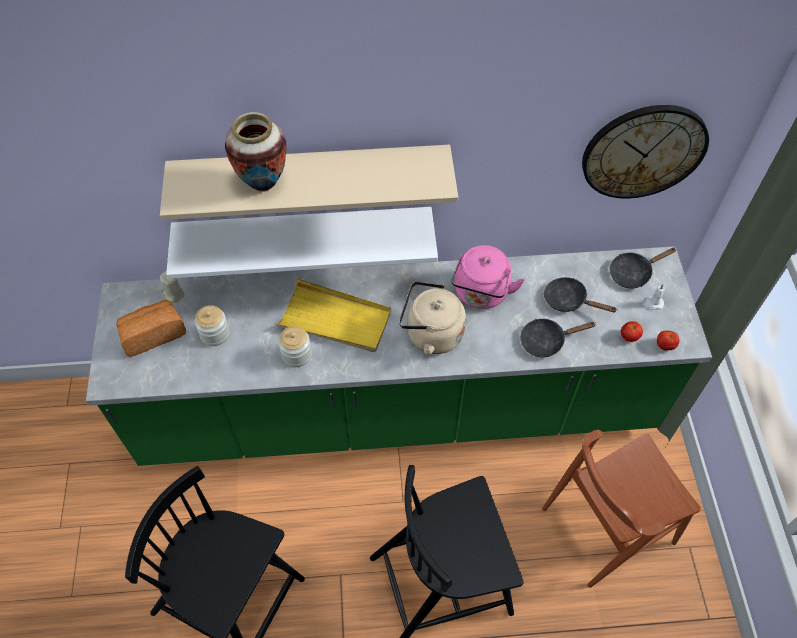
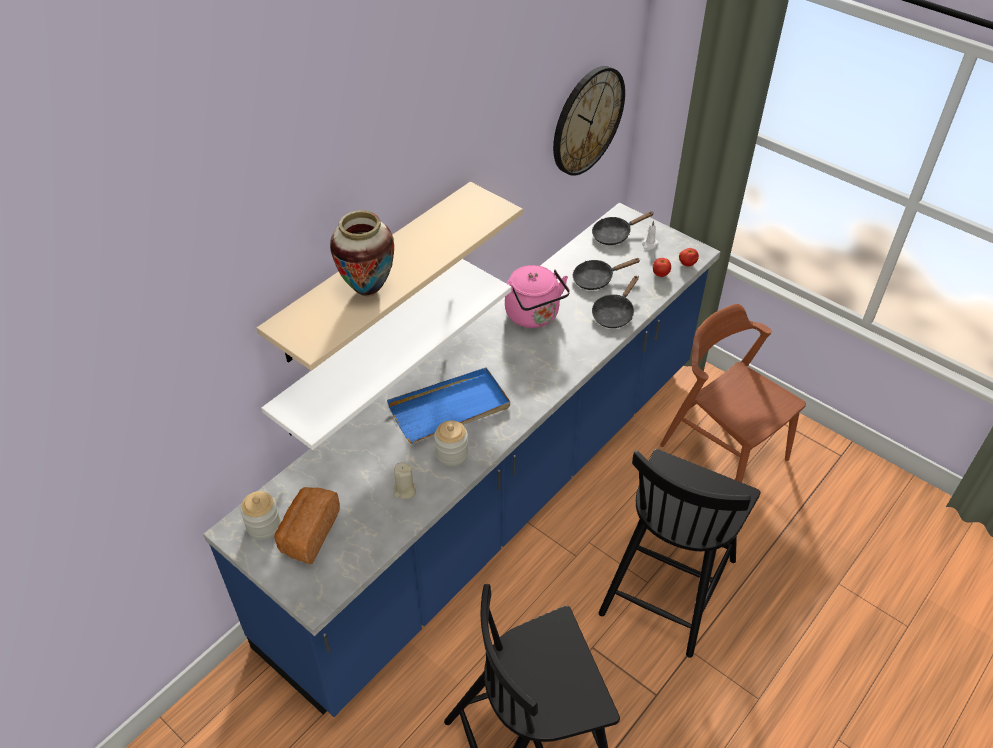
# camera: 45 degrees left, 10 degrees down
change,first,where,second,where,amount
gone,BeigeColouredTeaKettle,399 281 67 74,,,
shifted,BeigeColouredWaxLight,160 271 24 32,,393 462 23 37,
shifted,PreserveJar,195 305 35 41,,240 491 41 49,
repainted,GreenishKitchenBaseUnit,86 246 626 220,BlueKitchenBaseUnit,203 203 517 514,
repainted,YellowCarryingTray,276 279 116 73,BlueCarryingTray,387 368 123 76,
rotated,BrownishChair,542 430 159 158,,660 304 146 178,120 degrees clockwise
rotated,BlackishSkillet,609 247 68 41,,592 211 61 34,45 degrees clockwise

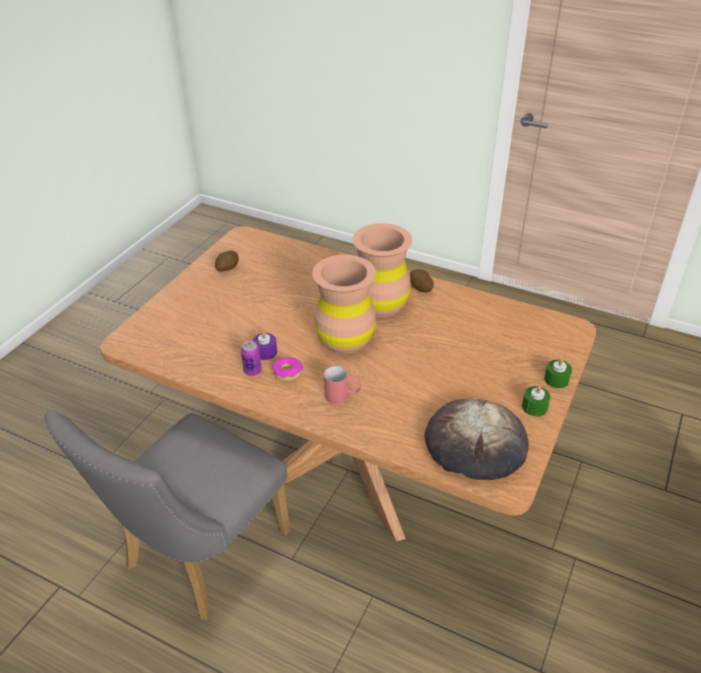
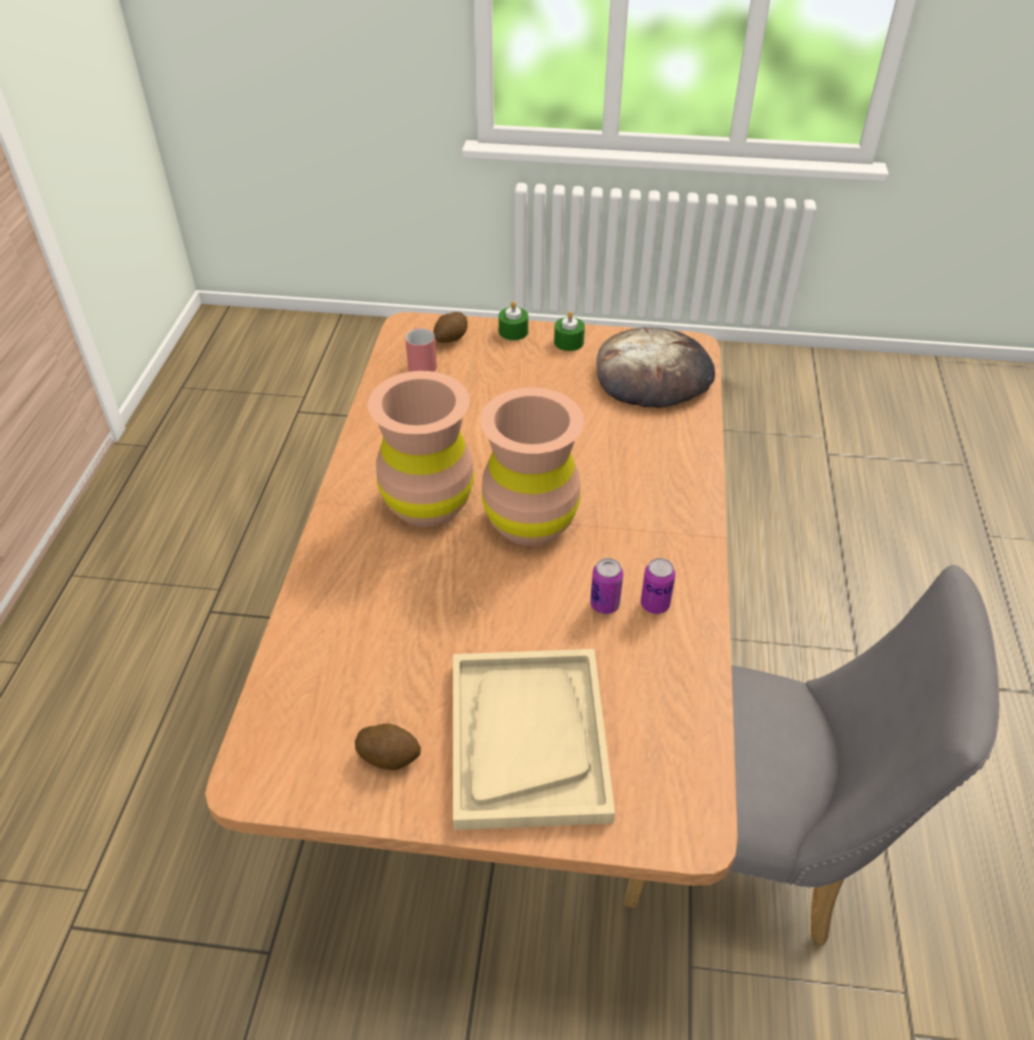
# camera: 110 degrees left, 5 degrees up
change,first,where,second,where,amount
gone,Doughnut,272 357 31 24,,,
new,,,BeigeColouredCarryingTray,453 649 162 181,
shifted,ReddishMug,324 366 37 38,,405 327 32 45,
shifted,WholePotato,410 269 24 24,,433 312 35 31,
swapped,PurpleColouredWaxLight,253 330 24 30,MetalCan,590 558 33 56,

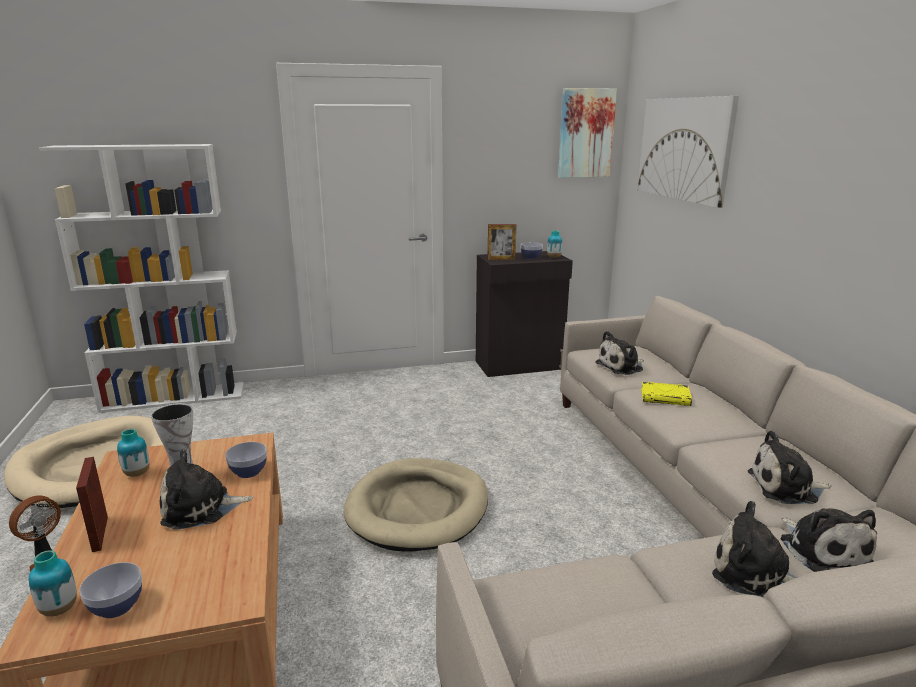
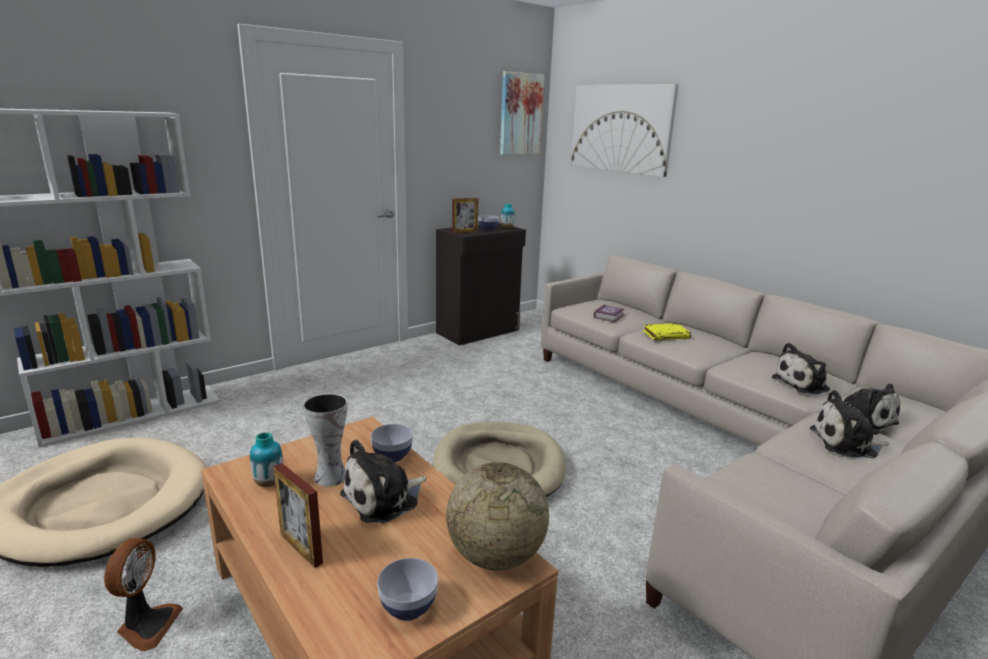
# camera: 25 degrees left, 0 degrees up
change,first,where,second,where,amount
gone,Vase,29 550 48 67,,,
new,,,DeskGlobe,446 462 103 108,
swapped,SoftToy,595 331 48 44,Volume,594 304 30 18,

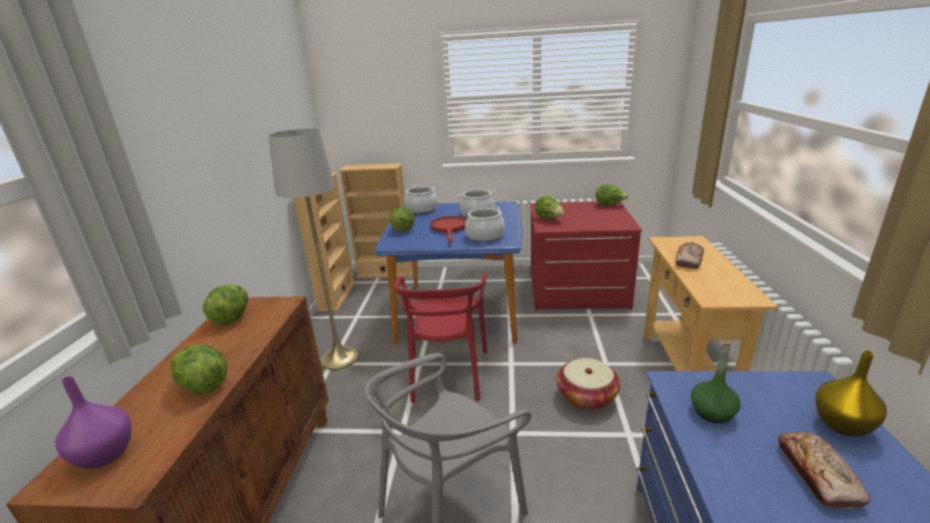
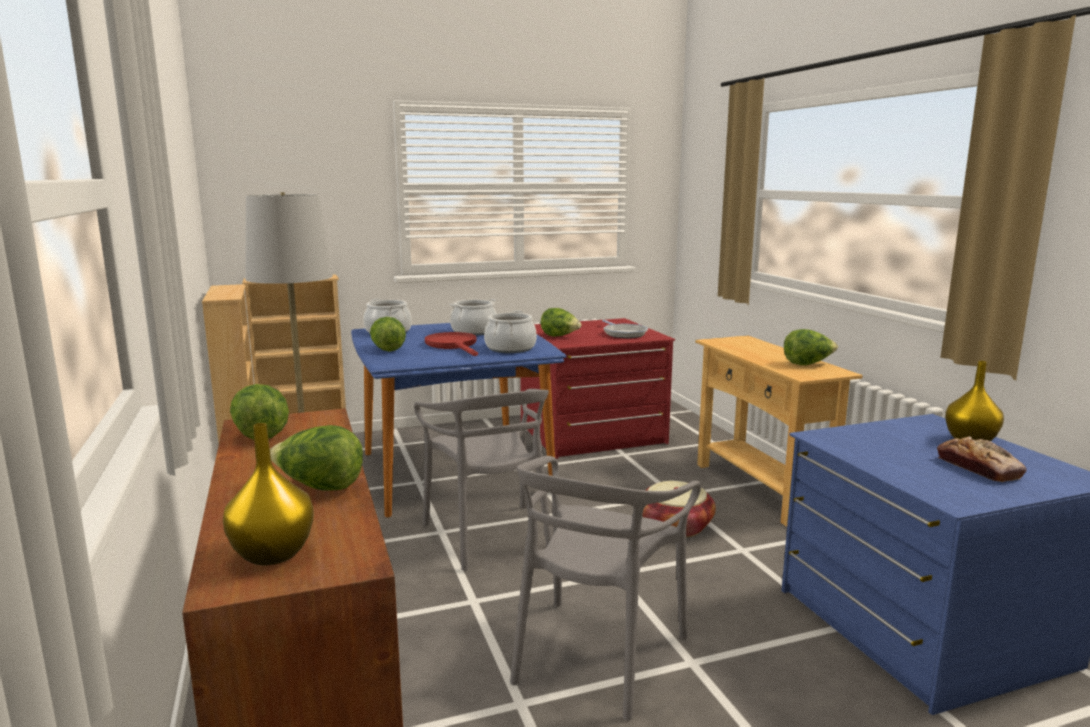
# camera: 25 degrees left, 10 degrees down
change,first,where,second,where,amount
gone,Bread,675 242 29 27,,,
gone,GreenishBeverageBottle,691 340 50 83,,,
new,,,Skillet,602 320 46 18,
shifted,HeadOfLettuce,596 184 33 22,,784 329 54 36,
repainted,PurpleColouredVase,55 376 77 93,YellowVase,223 423 91 142,
repainted,ReddishChair,394 273 93 130,GreyChair,414 389 138 182,

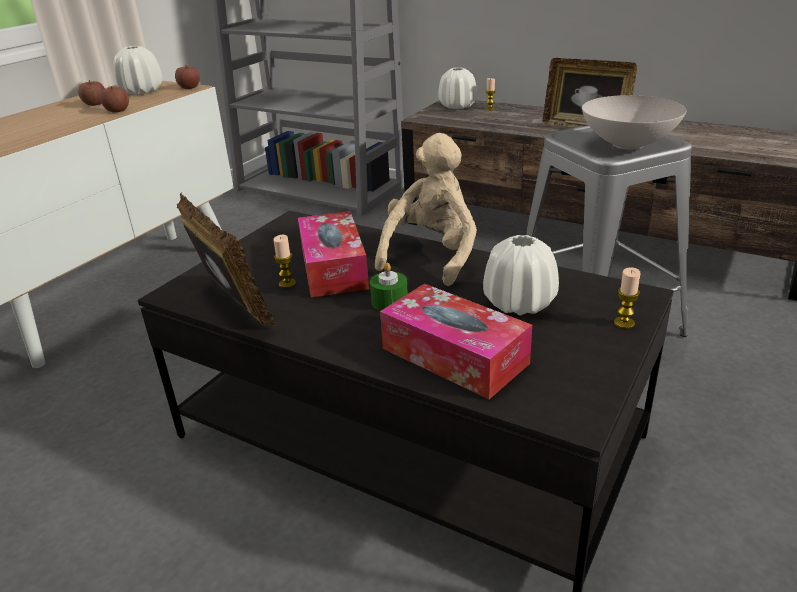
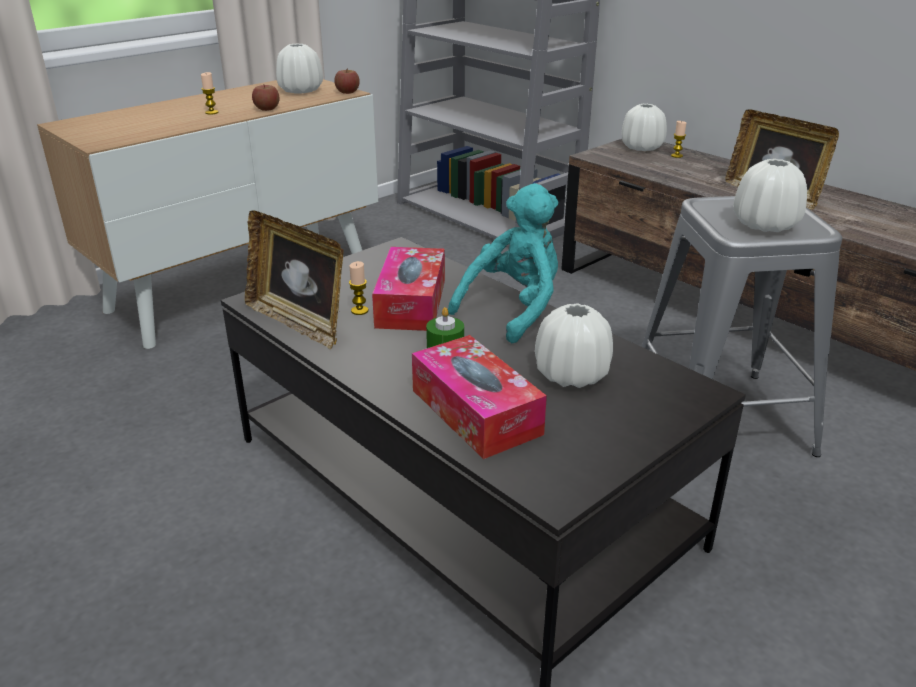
# camera: 15 degrees right, 0 degrees up
change,first,where,second,where,amount
gone,AppleFruit,78 80 27 26,,,
shifted,WaxLight,614 267 27 62,,201 72 18 43,
swapped,WhiteServingBowl,582 95 105 54,WhiteVase,733 159 74 73,
repainted,BeigeColouredSoftToy,375 133 102 153,BlueGreenSoftToy,448 183 110 160,
rotated,PhotoFrame,177 192 99 134,,245 211 99 138,150 degrees clockwise

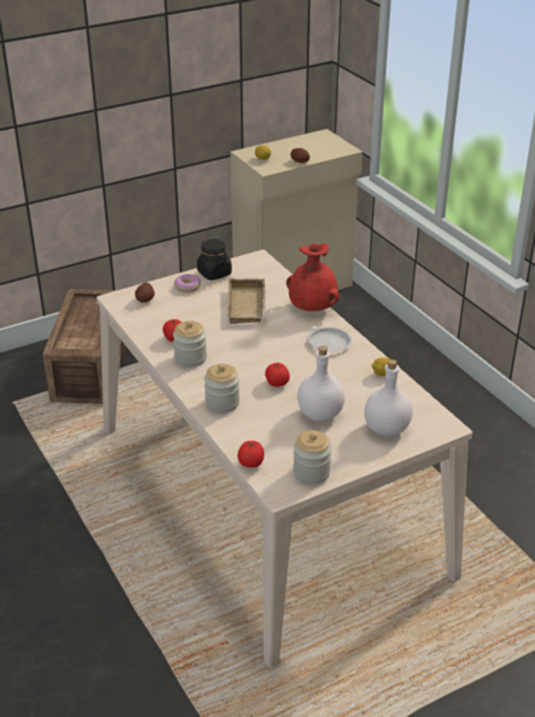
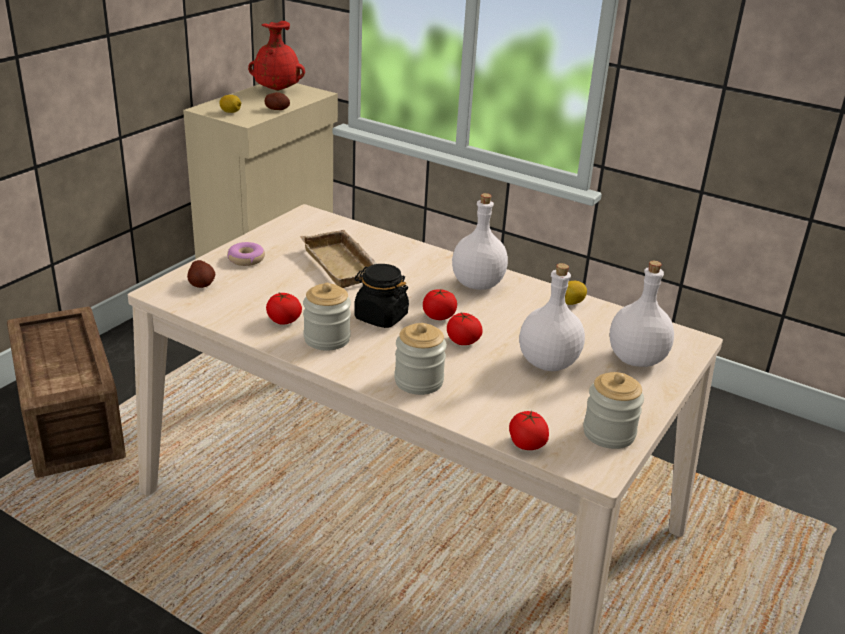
# camera: 30 degrees left, 5 degrees down
change,first,where,second,where,amount
new,,,FreshTomato,423 289 34 31,
shifted,BlackishPreserveJar,197 239 35 41,,354 264 55 64,
shifted,ReddishVase,286 243 54 68,,248 21 57 70,
swapped,WhitePlate,307 327 45 25,WhiteBeverageBottle,452 193 56 97,

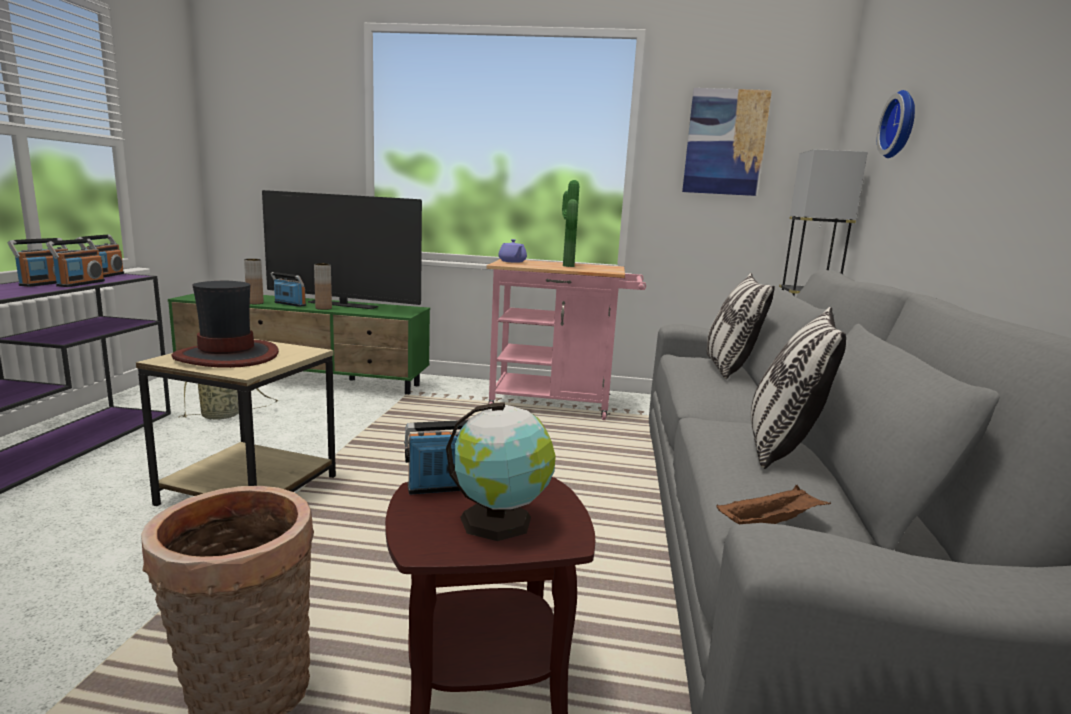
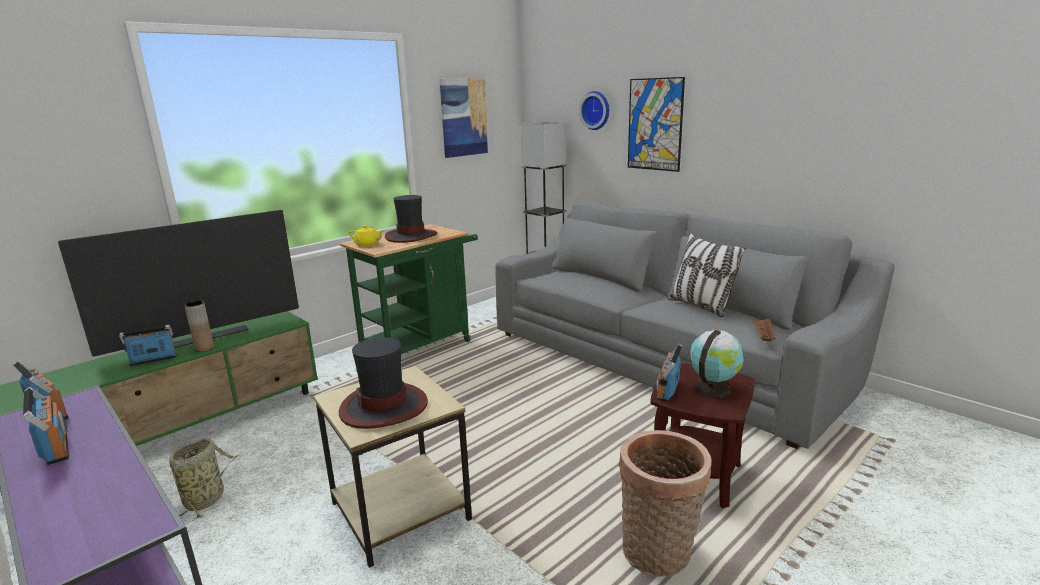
# camera: 50 degrees left, 5 degrees up
change,first,where,second,where,amount
gone,RadioReceiver,46 239 59 48,,,
gone,BrownishVase,244 259 20 45,,,
gone,ThrowPillow,707 273 68 106,,,
new,,,Picture,628 77 57 95,
swapped,Houseplant,562 180 17 87,ClothingHat,385 195 52 48,
repainted,PinkColouredTrolley,486 259 160 161,GreenishTrolley,340 224 138 130,
repainted,PurpleColouredPotForTea,498 239 29 24,YellowPotForTea,349 225 35 21,

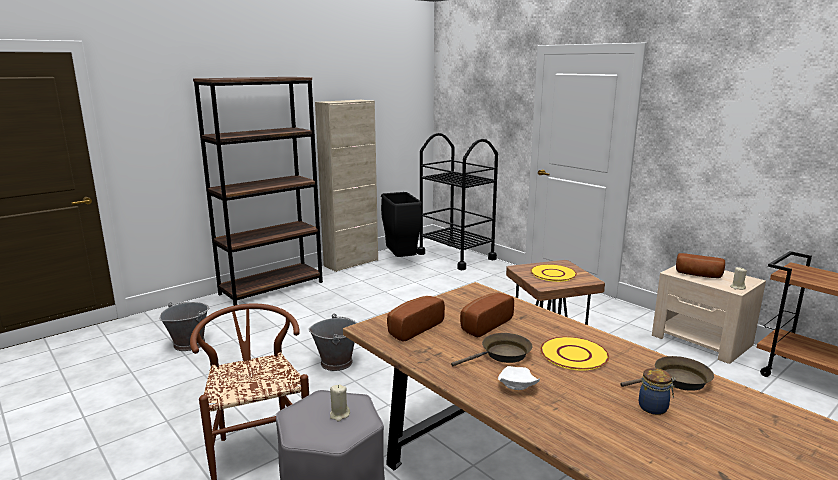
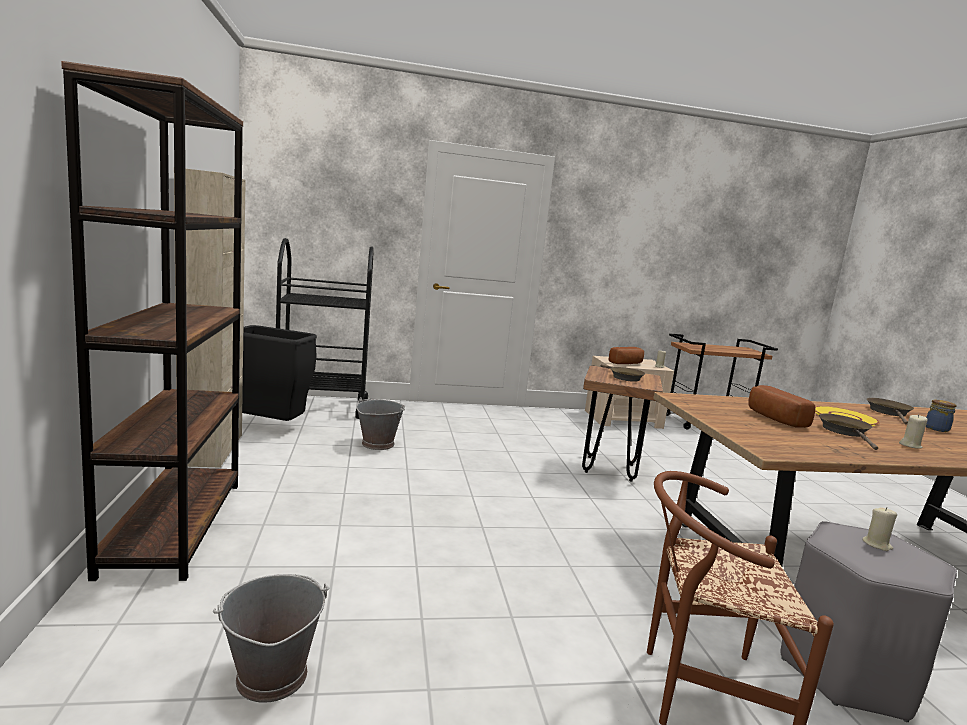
# camera: 60 degrees left, 5 degrees down
change,first,where,second,where,amount
gone,Bread,387 296 58 46,,,
shifted,GreyBucket,308 314 49 57,,356 397 49 53,
swapped,WhitePlate,498 366 42 24,BeigeColouredWaxLight,899 415 28 34,
swapped,YellowPlate,530 264 47 18,BrownishSkillet,601 364 44 18,

